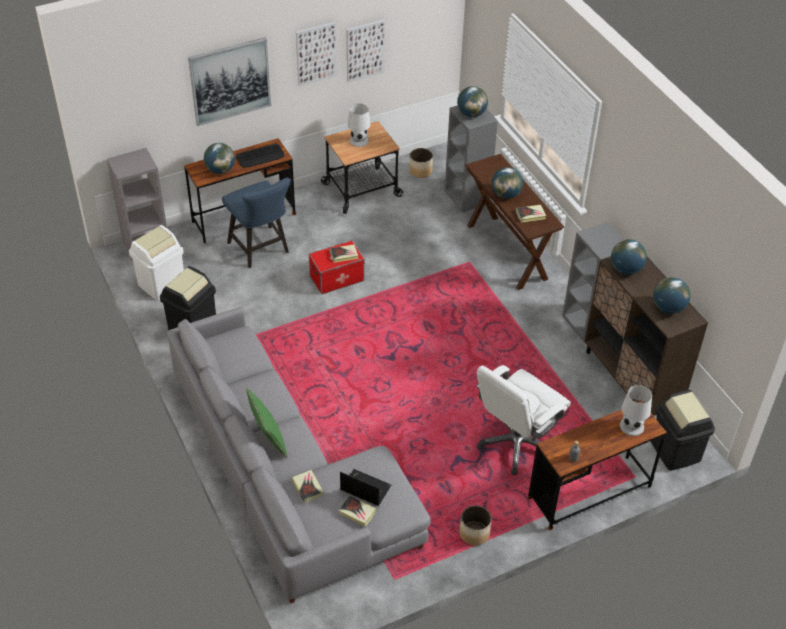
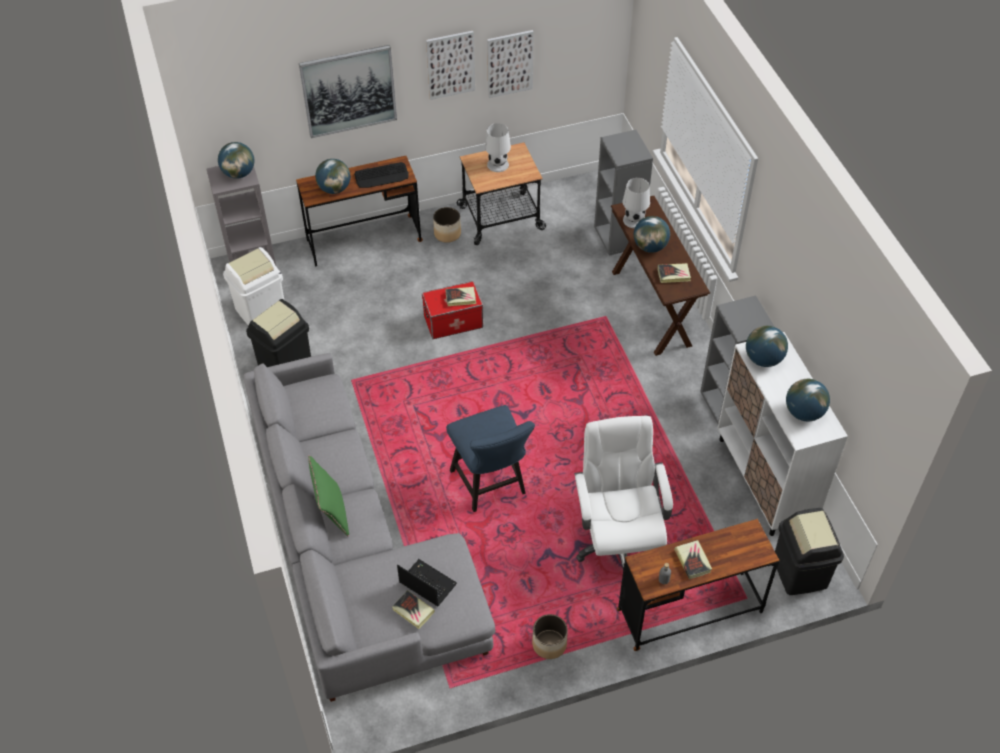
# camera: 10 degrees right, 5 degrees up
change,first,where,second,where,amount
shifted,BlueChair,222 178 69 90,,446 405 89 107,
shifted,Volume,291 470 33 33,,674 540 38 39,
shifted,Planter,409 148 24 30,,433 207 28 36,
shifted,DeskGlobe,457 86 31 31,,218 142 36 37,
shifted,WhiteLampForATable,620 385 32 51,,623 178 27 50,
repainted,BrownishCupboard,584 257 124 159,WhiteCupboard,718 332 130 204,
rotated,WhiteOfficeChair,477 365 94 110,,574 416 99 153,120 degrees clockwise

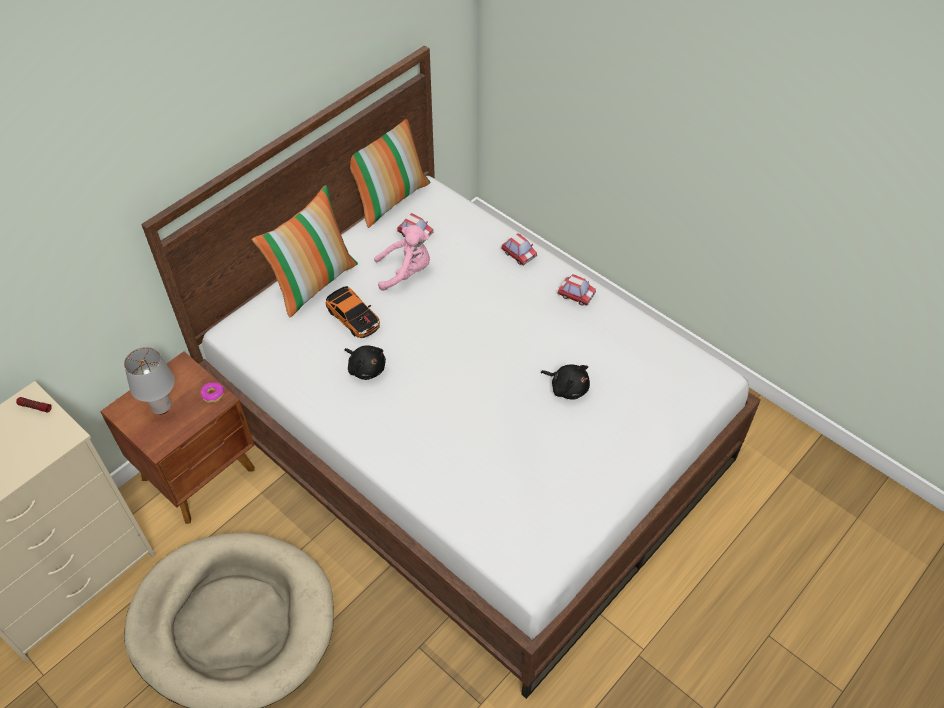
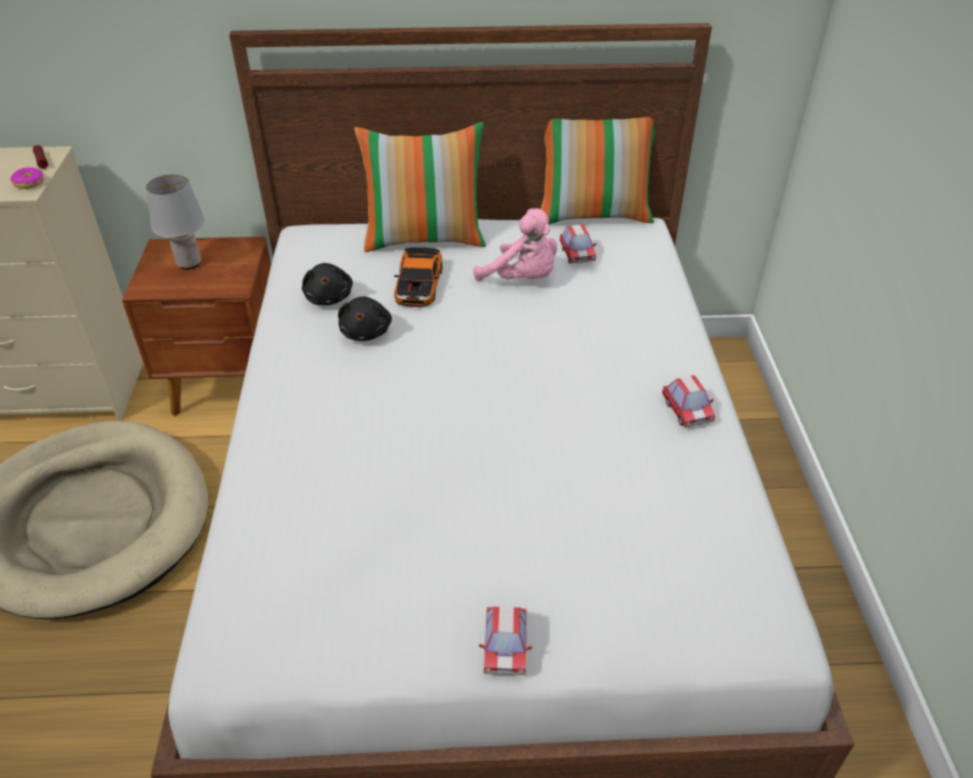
# camera: 45 degrees right, 10 degrees down
change,first,where,second,where,amount
shifted,Doughnut,200 382 24 21,,10 167 34 22,
shifted,MiniatureCar,501 233 36 33,,479 606 53 69,
shifted,BlackishSoftToy,541 364 49 35,,302 263 51 42,

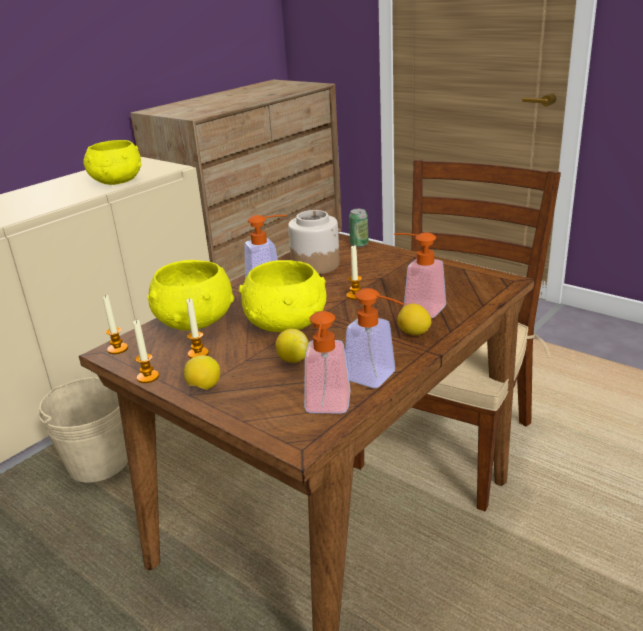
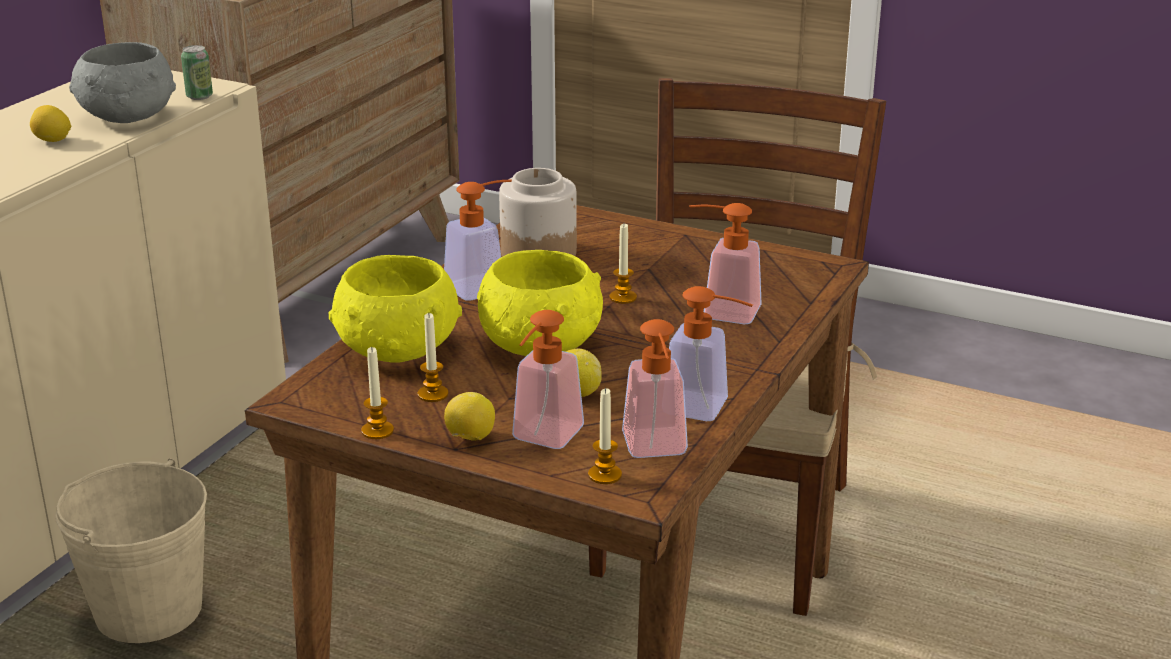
# camera: 15 degrees left, 0 degrees up
change,first,where,second,where,amount
new,,,LiquidSoapBottle,512 310 72 139,
shifted,WaxLight,103 295 25 59,,588 388 34 96,
shifted,MetalCan,349 209 20 38,,181 45 32 55,
shifted,Lemon,398 303 34 32,,30 105 41 37,
repainted,YellowServingBowl,83 140 58 45,GreyServingBowl,69 42 107 81,

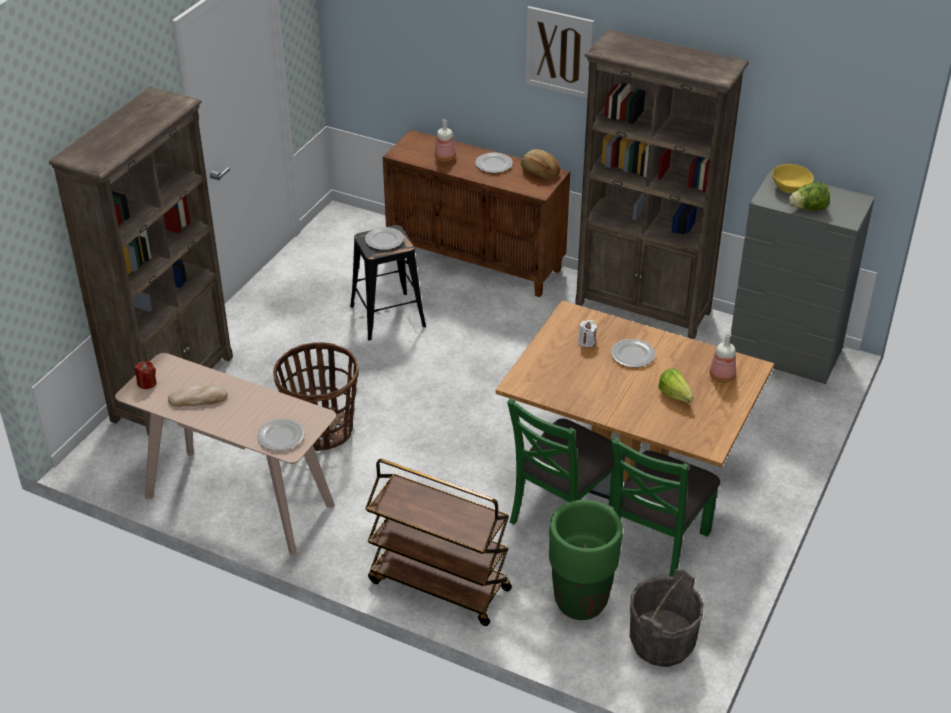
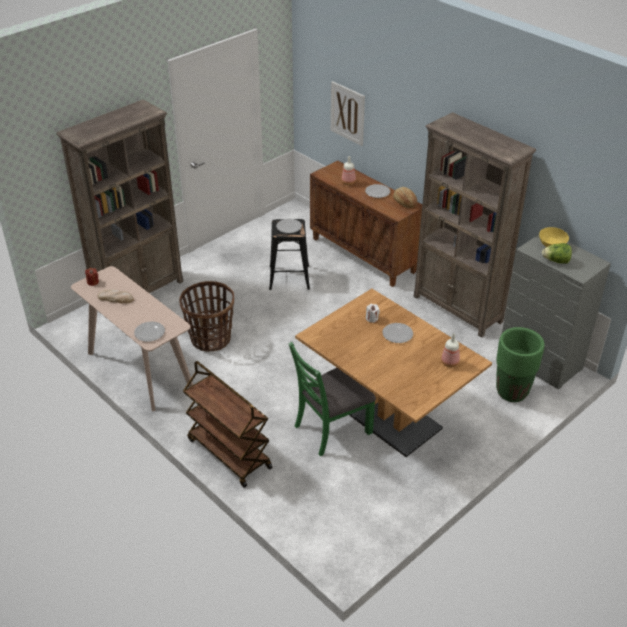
# camera: 20 degrees right, 0 degrees up
change,first,where,second,where,amount
gone,GreenishChair,612 437 108 140,,,
gone,GreyBucket,630 569 74 98,,,
gone,HeadOfLettuce,658 369 35 34,,,
shifted,Picture,525 6 69 93,,331 81 34 65,
shifted,GreenishPlanter,549 500 74 120,,496 327 48 75,

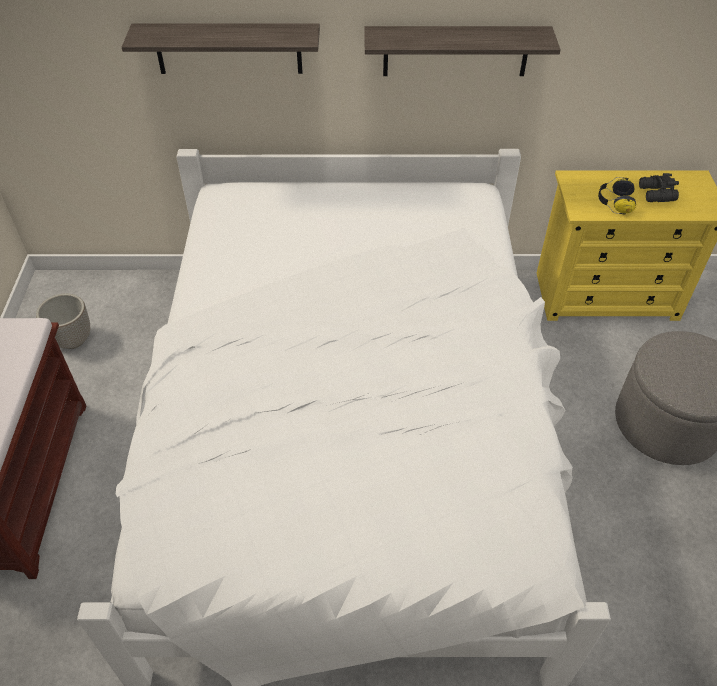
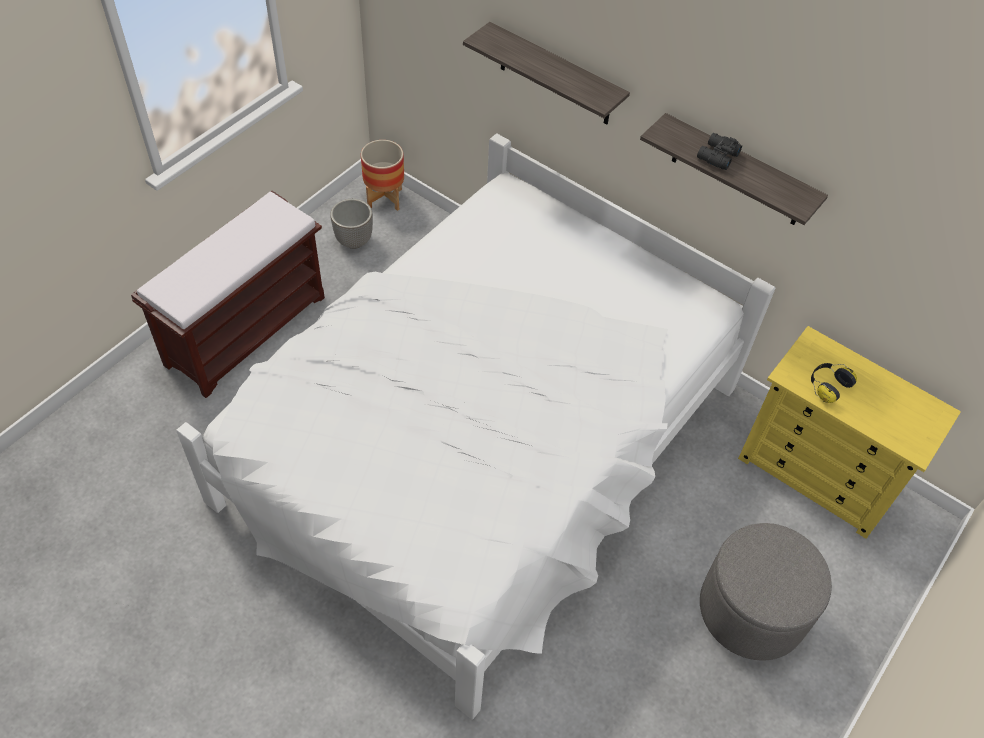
# camera: 35 degrees right, 5 degrees up
change,first,where,second,where,amount
new,,,Planter,361 140 43 71,
shifted,BlackishPairOfBinoculars,639 173 40 29,,697 133 45 37,

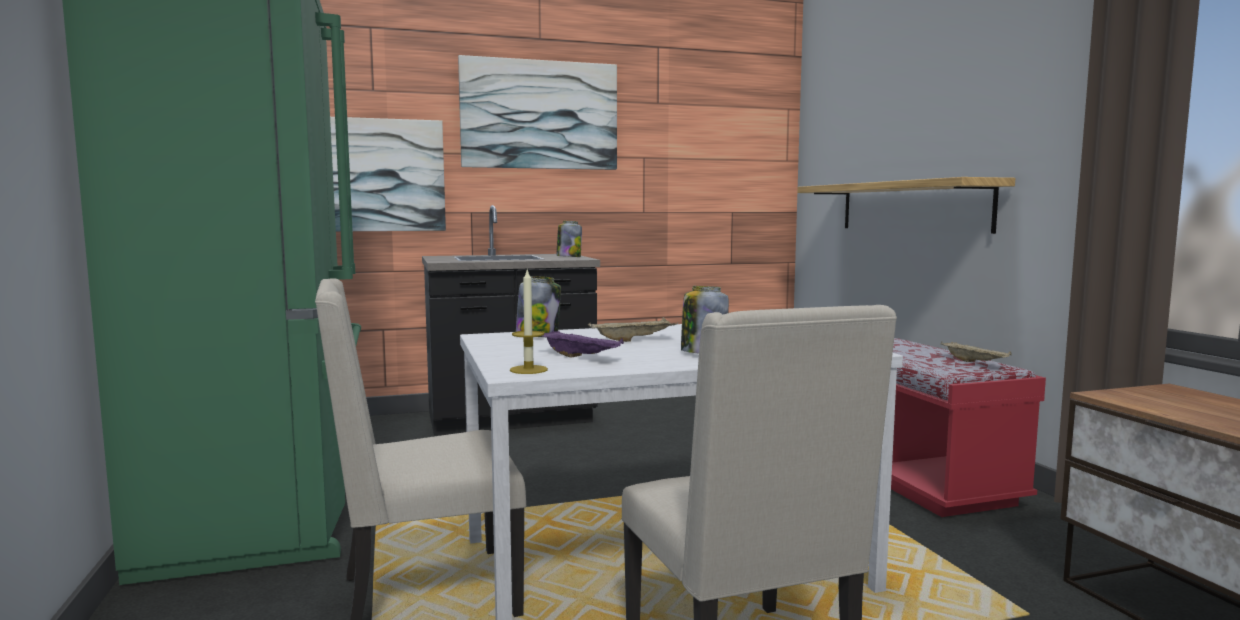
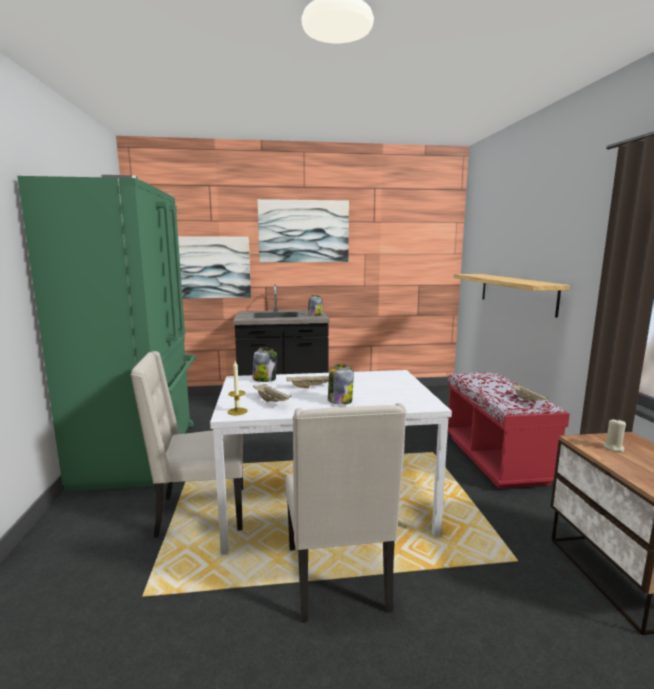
# camera: 10 degrees right, 5 degrees up
change,first,where,second,where,amount
new,,,BeigeColouredWaxLight,604 419 22 33,
repainted,PurpleColouredCarryingTray,542 331 82 27,BeigeColouredCarryingTray,253 384 38 18,

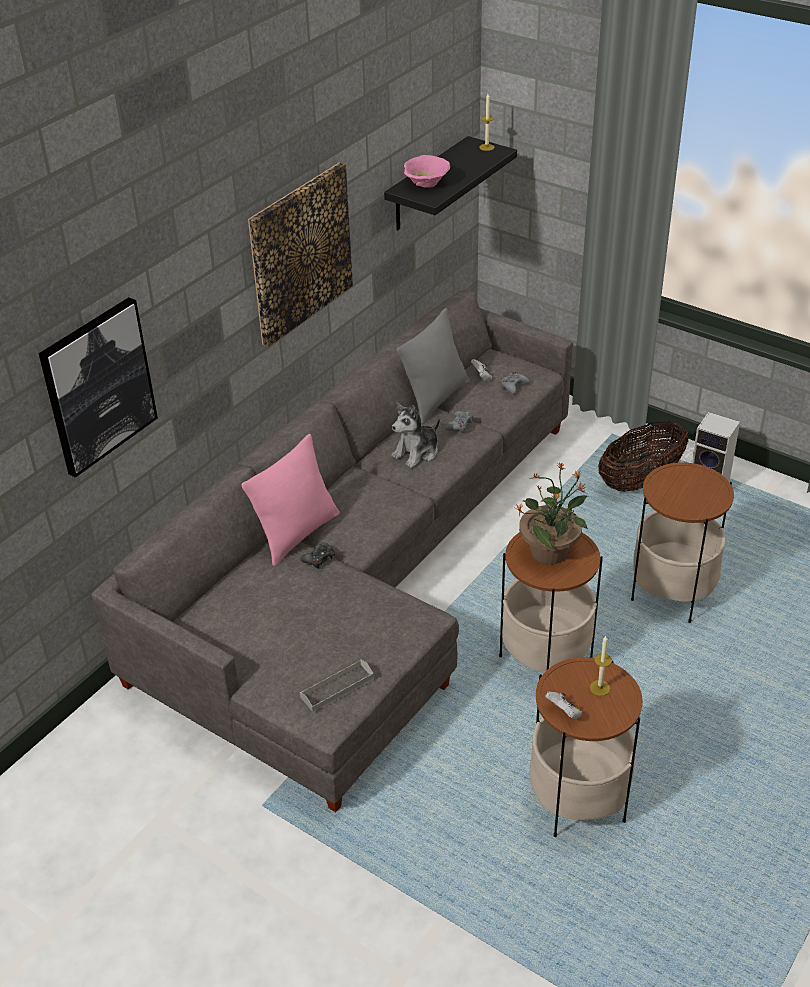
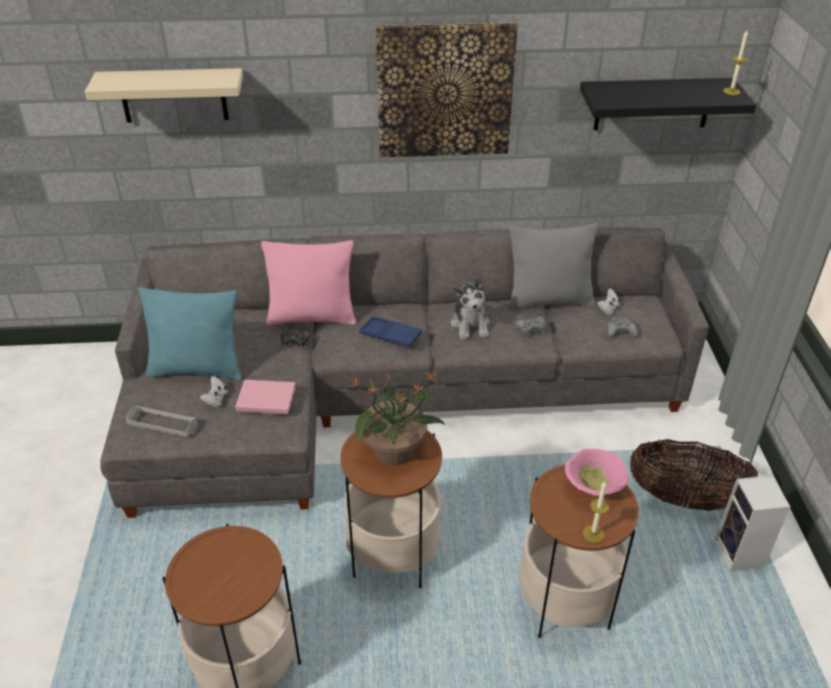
# camera: 50 degrees right, 0 degrees up
change,first,where,second,where,amount
new,,,BlueGreenThrowPillow,138 287 104 93,
new,,,PinkColouredVolume,235 380 61 34,
new,,,BlueCarryingTray,359 316 63 31,
shifted,PinkColouredServingBowl,404 155 46 33,,565 449 64 47,
shifted,WhiteJoypad,545 692 37 27,,200 376 28 32,
shifted,WaxLight,590 636 22 60,,583 481 26 62,
swapped,Picture,39 297 119 181,BeigeColouredBracketShelf,85 68 158 55,
rotated,SoftToy,392 403 48 65,,451 278 39 61,105 degrees counterclockwise

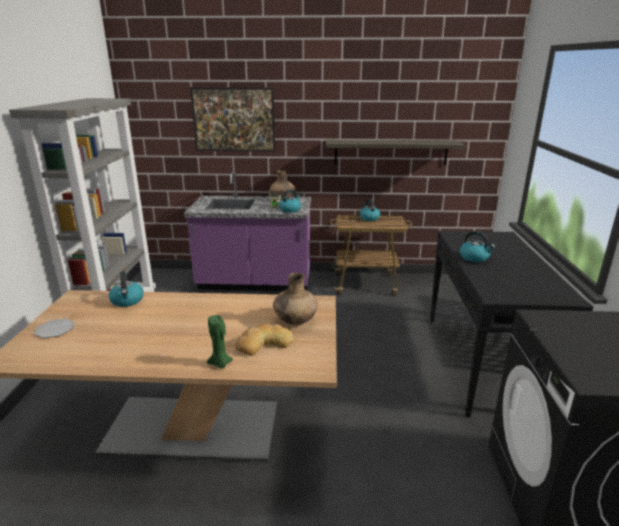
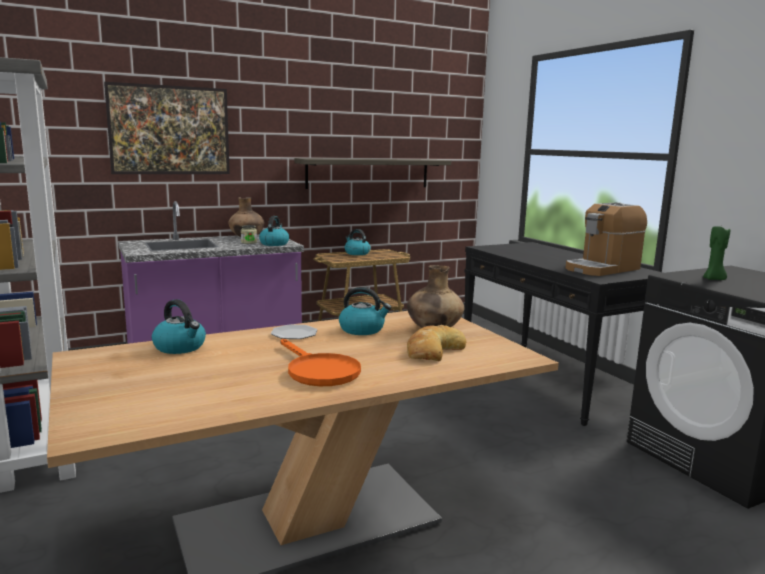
# camera: 30 degrees left, 10 degrees down
change,first,where,second,where,amount
new,,,OrangeySkillet,280 339 81 47,
new,,,CoffeeBrewer,566 202 81 74,
shifted,Plate,34 319 41 19,,271 325 46 14,
shifted,GreenishWaxLight,207 315 26 53,,703 226 27 54,
shifted,TeaKettle,460 231 35 31,,339 287 52 48,

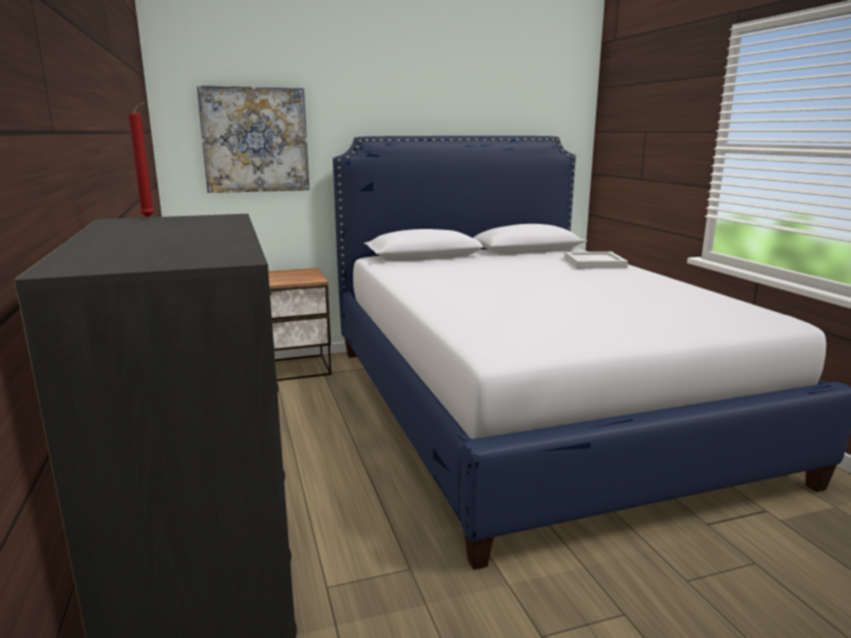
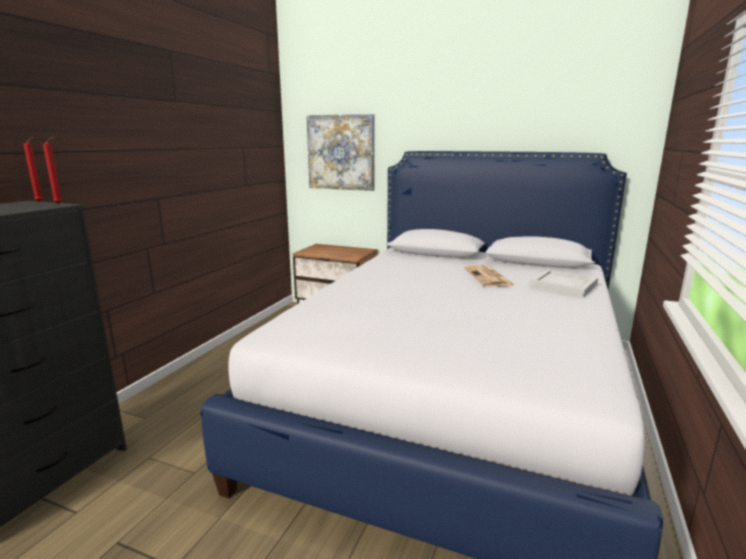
# camera: 40 degrees right, 0 degrees up
change,first,where,second,where,amount
new,,,ReddishWaxLight,43 137 19 67,
new,,,Newspaper,464 265 51 22,

